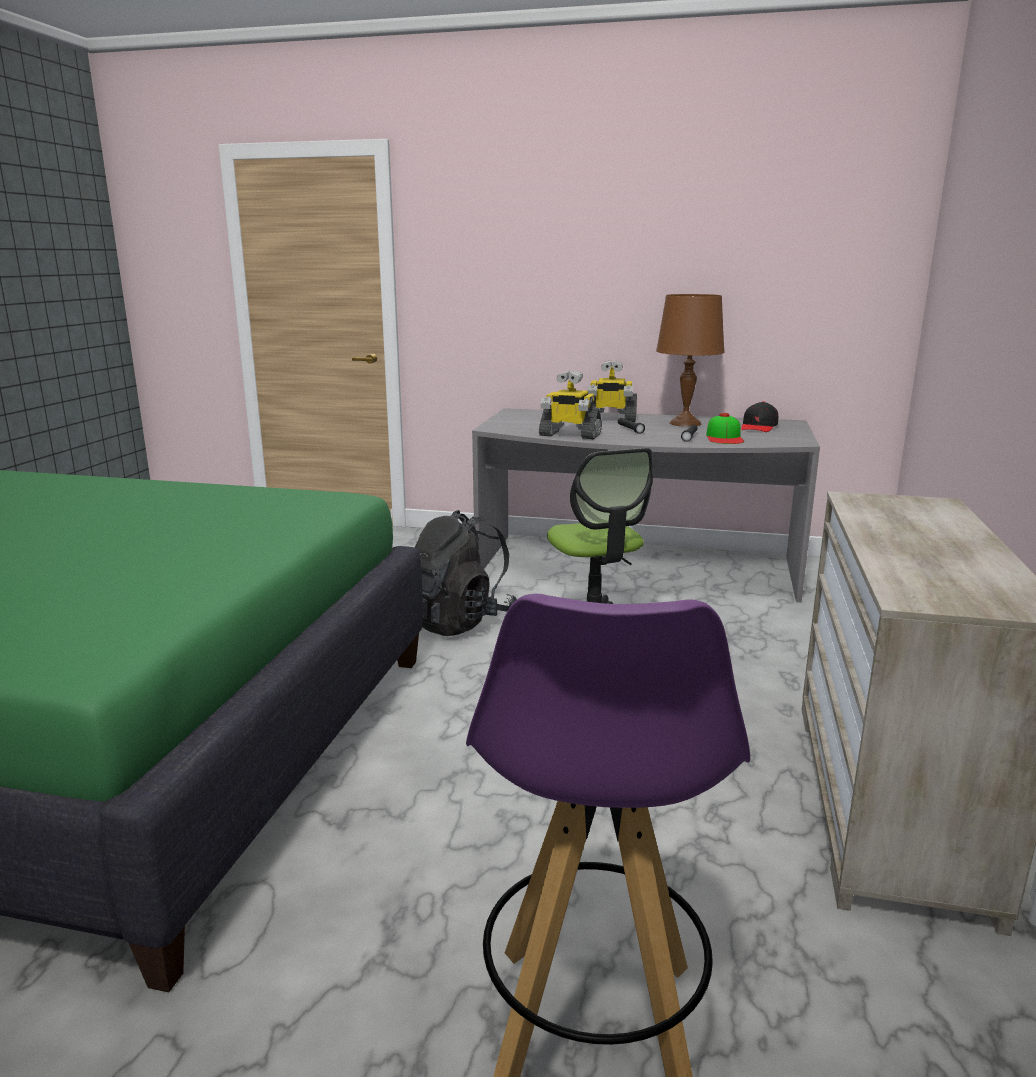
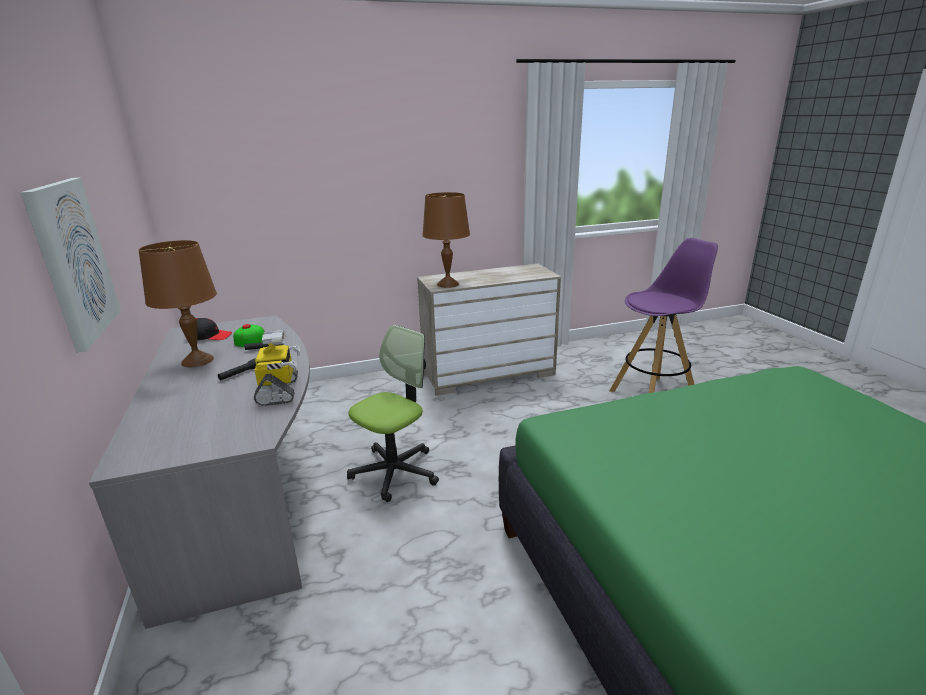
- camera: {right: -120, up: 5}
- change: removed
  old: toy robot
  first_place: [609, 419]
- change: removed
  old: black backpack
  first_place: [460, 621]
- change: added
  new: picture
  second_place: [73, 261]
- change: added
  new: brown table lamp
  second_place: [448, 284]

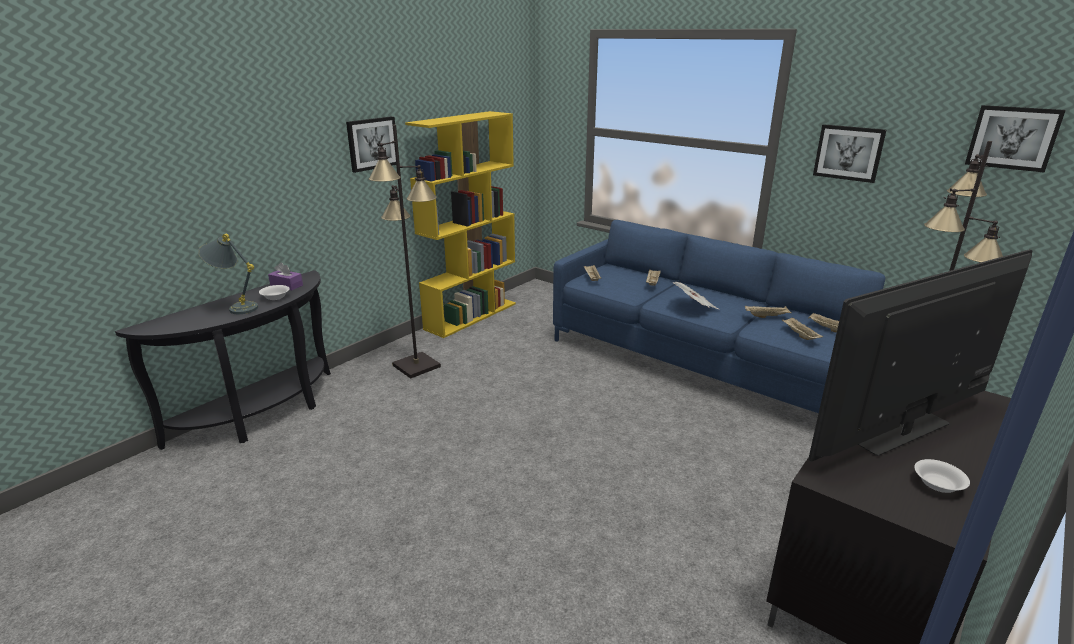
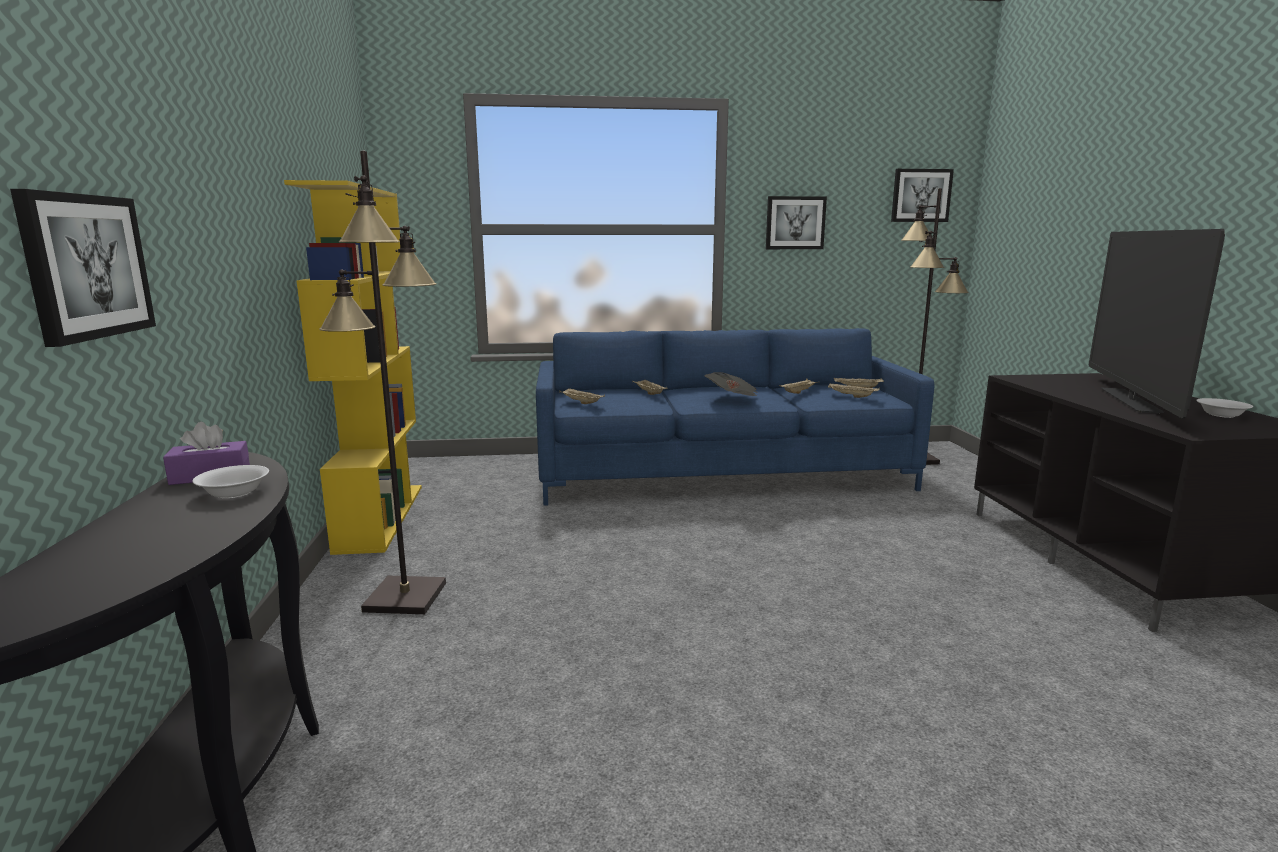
- camera: {right: -45, up: -10}
- change: moved
  old: picture
  first_place: [372, 143]
  second_place: [86, 266]
- change: removed
  old: grey table lamp
  first_place: [235, 307]

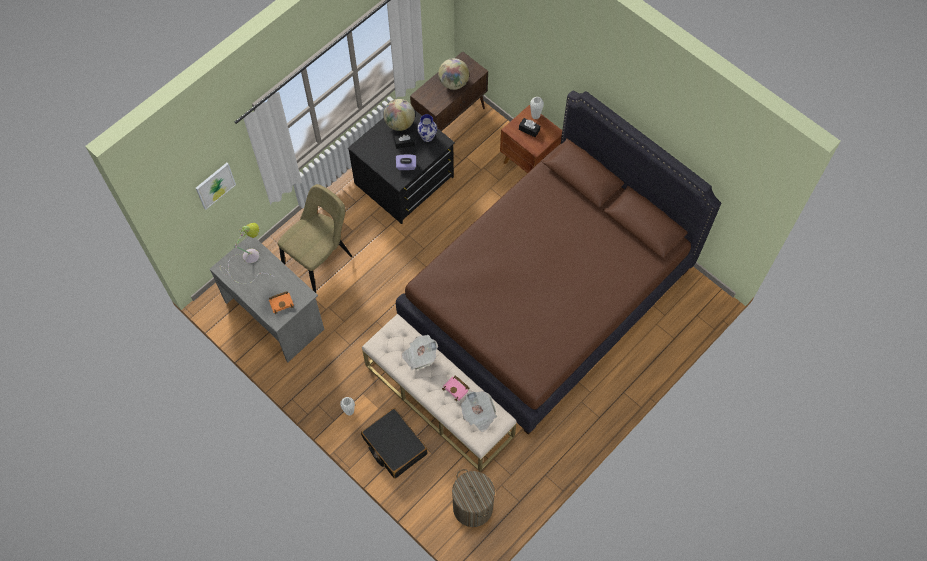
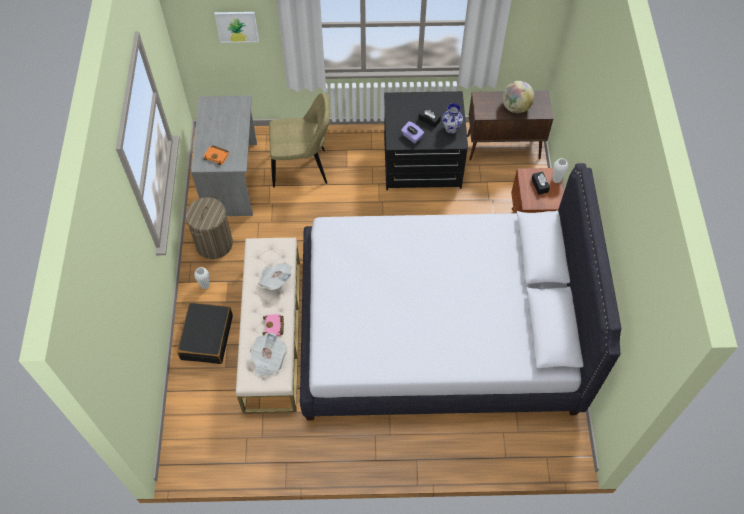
- camera: {right: 45, up: -5}
- change: recoloured
  old: brown bed
  new: white bed
  first_place: [546, 294]
  second_place: [437, 330]
- change: removed
  old: globe
  first_place: [399, 123]
- change: removed
  old: table lamp
  first_place: [247, 261]
- change: moved
  old: laundry basket
  first_place: [472, 507]
  second_place: [214, 243]

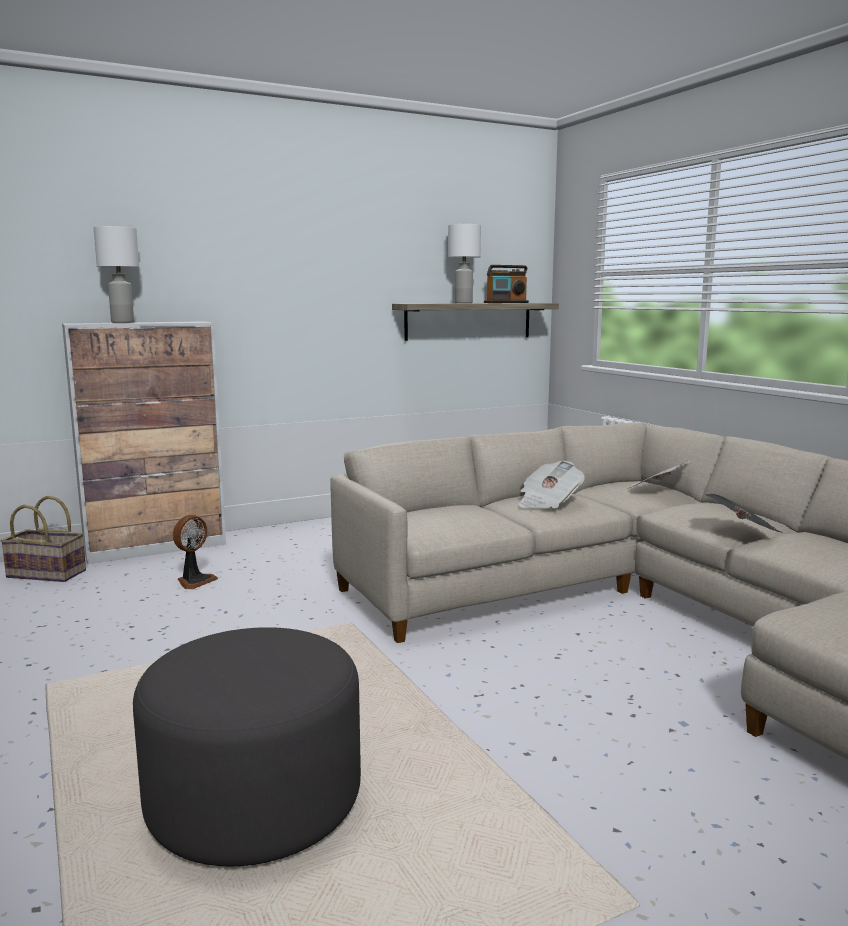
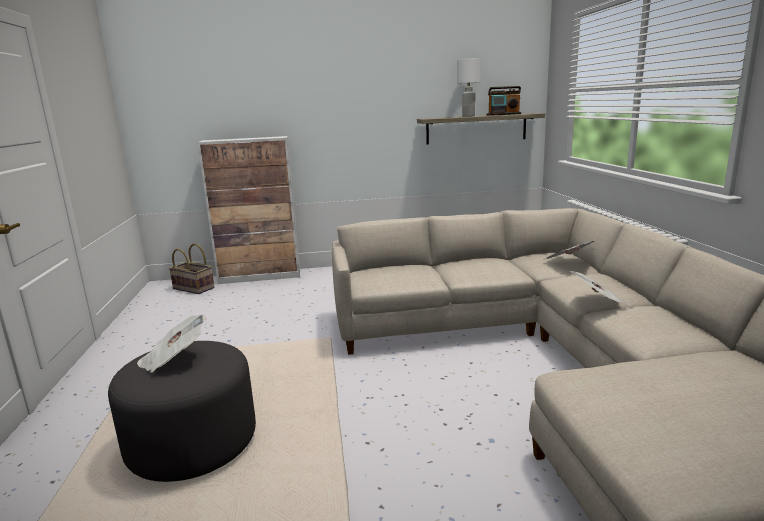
- camera: {right: 20, up: 5}
- change: removed
  old: white table lamp
  first_place: [122, 322]
- change: moved
  old: newspaper
  first_place: [548, 503]
  second_place: [174, 359]
- change: removed
  old: fan
  first_place: [194, 581]

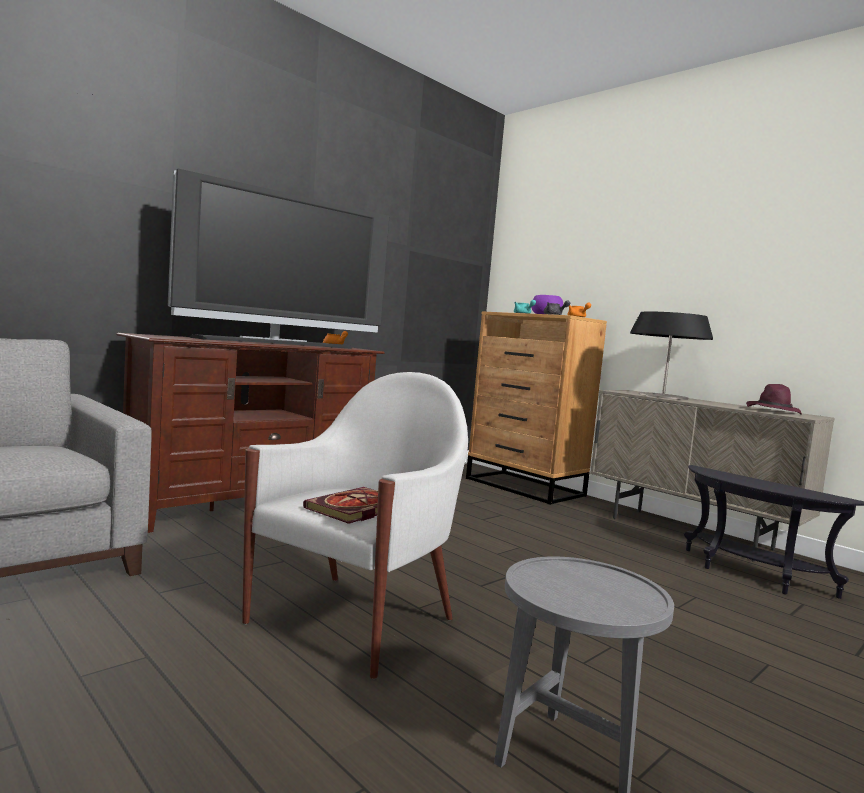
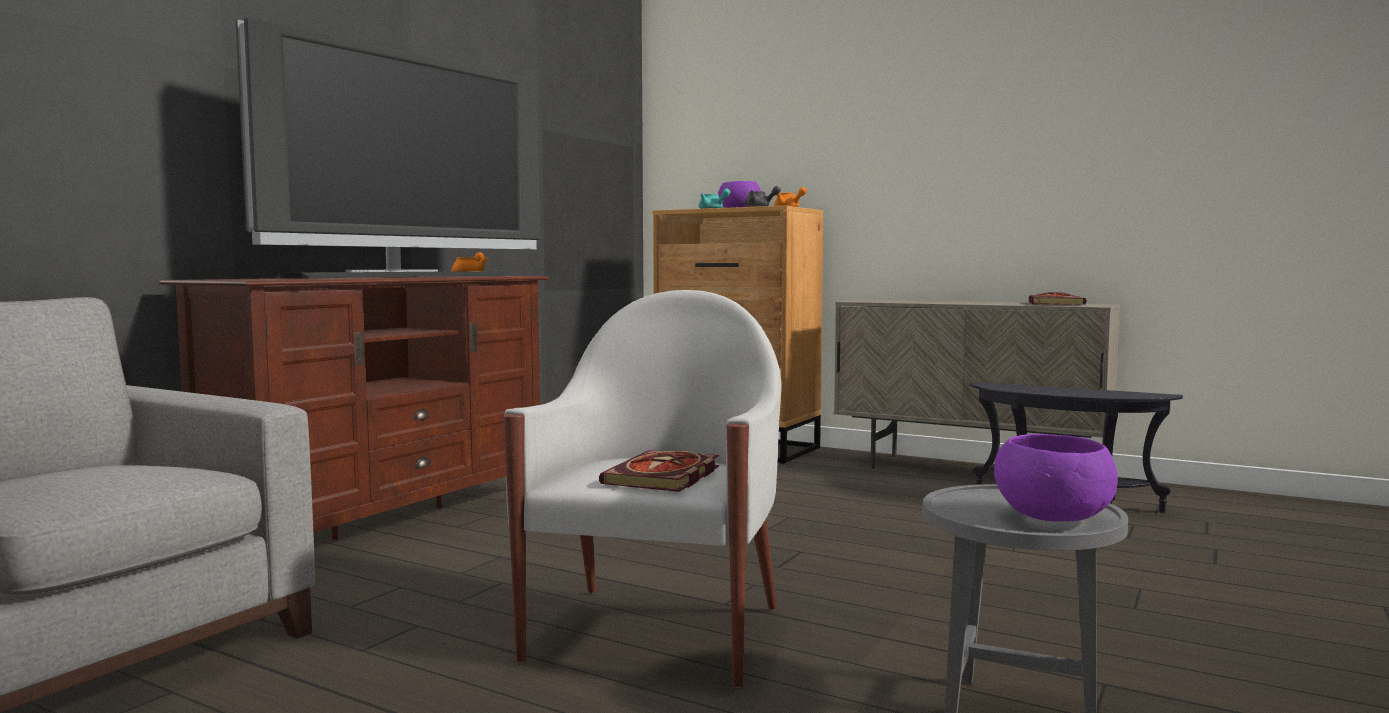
- camera: {right: -15, up: 0}
- change: removed
  old: table lamp
  first_place: [663, 396]
- change: replaced
  old: purple hat
  new: book
  first_place: [773, 411]
  second_place: [1054, 304]
- change: added
  new: purple bowl
  second_place: [1053, 516]

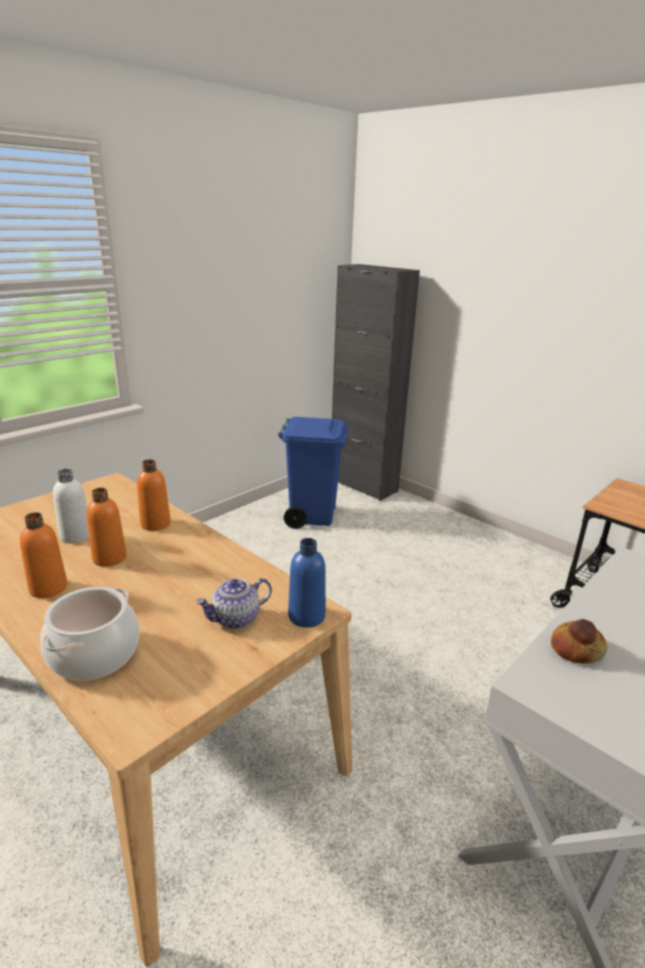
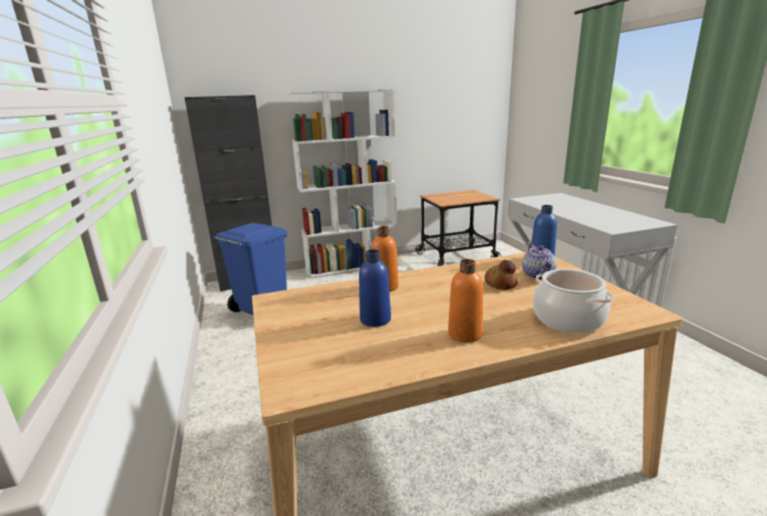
- camera: {right: -60, up: -5}
- change: recoloured
  old: white bottle
  new: blue bottle
  first_place: [76, 536]
  second_place: [375, 319]
- change: removed
  old: orange bottle
  first_place: [109, 558]
- change: moved
  old: bread
  first_place: [576, 650]
  second_place: [501, 283]
- change: added
  new: white bookcase
  second_place: [352, 267]

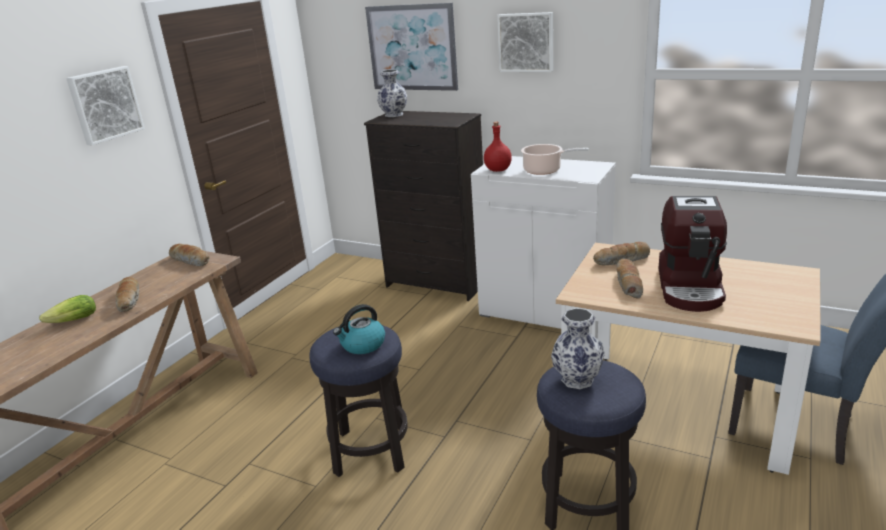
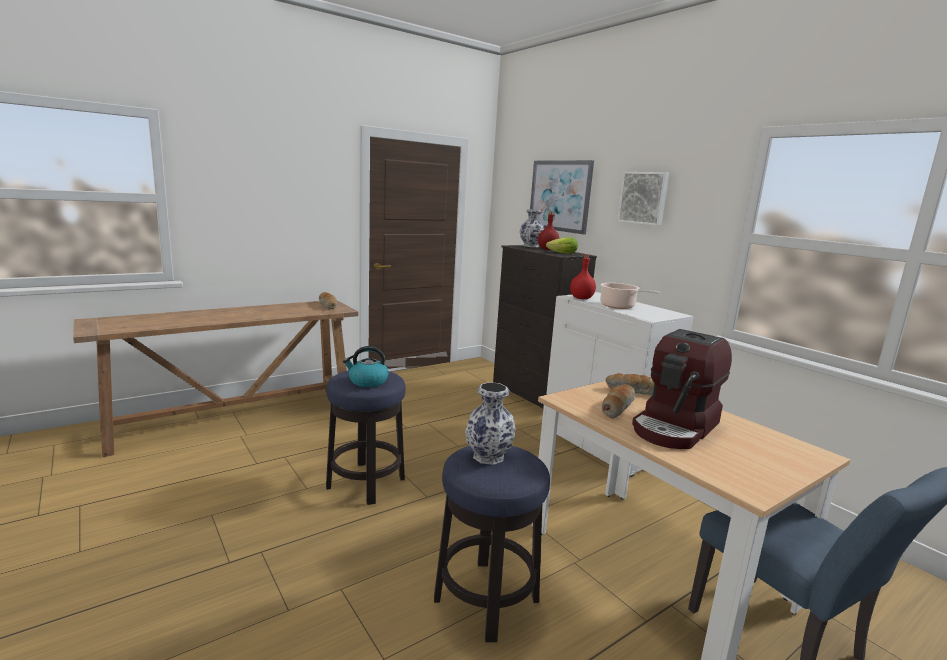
- camera: {right: 25, up: -10}
- change: removed
  old: picture
  first_place: [105, 104]
- change: removed
  old: bread
  first_place: [130, 300]
- change: moved
  old: lettuce
  first_place: [71, 321]
  second_place: [560, 253]
- change: added
  new: red bottle
  second_place: [547, 249]

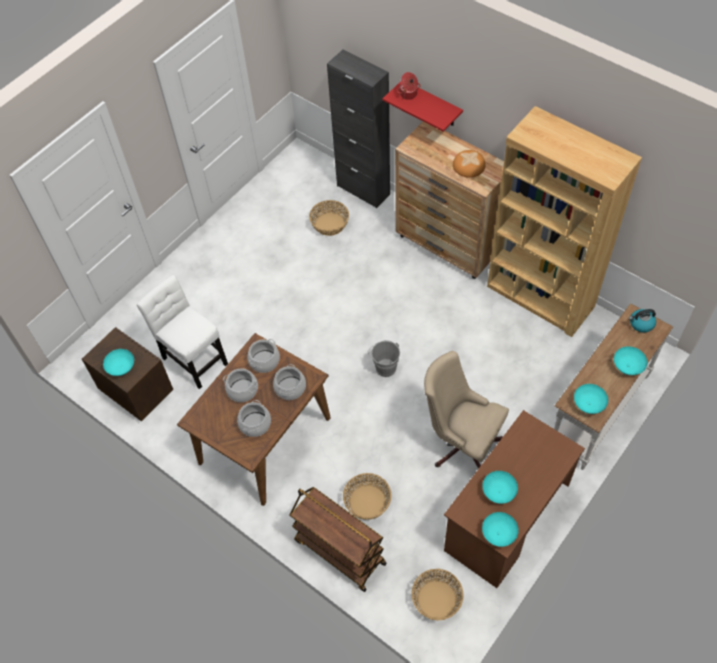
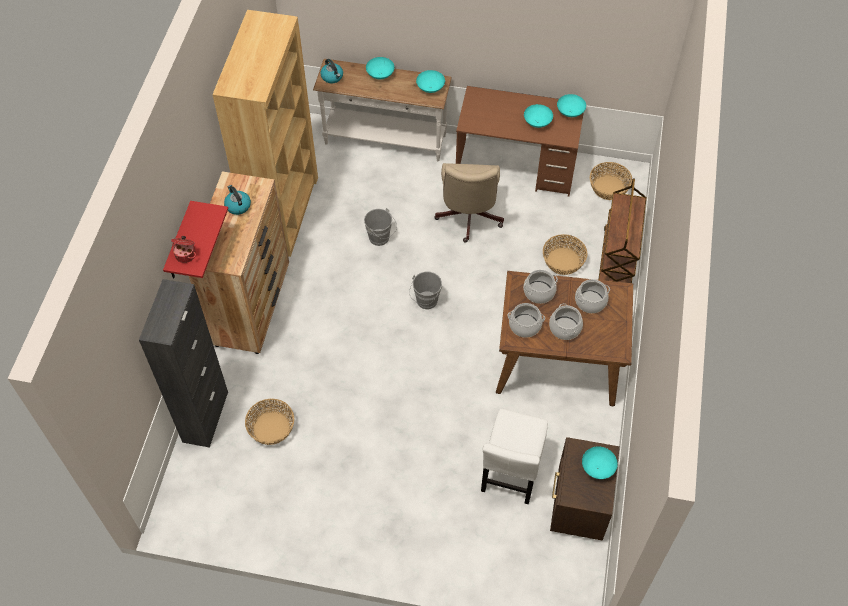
- camera: {right: -120, up: 0}
- change: replaced
  old: bread
  new: kettle
  first_place: [468, 165]
  second_place: [237, 206]
- change: added
  new: grey bucket
  second_place: [381, 239]

